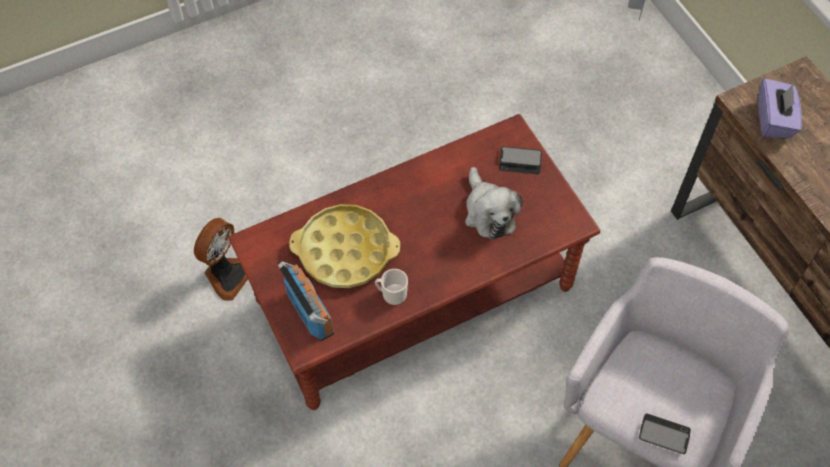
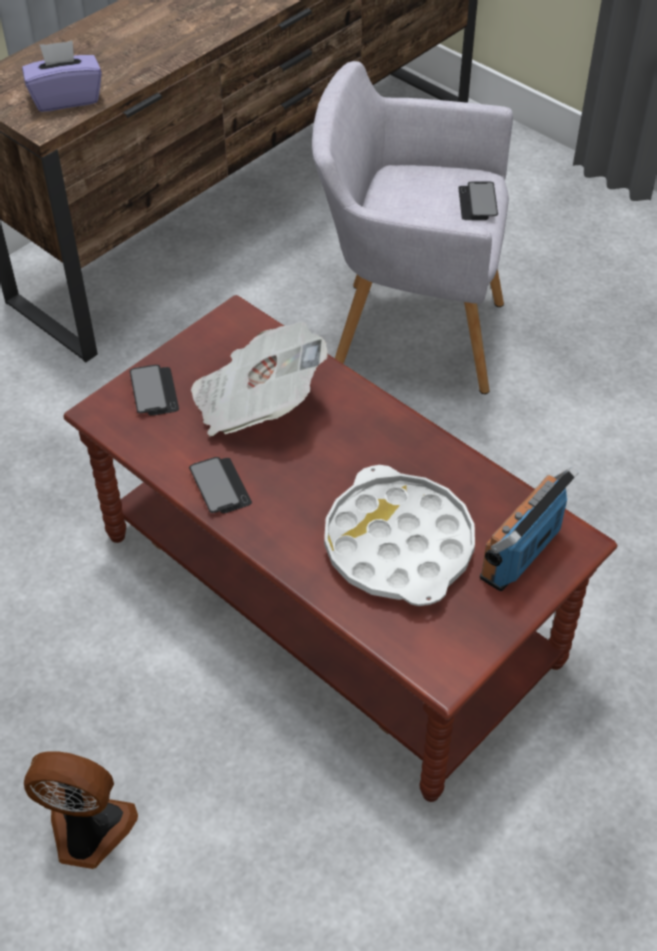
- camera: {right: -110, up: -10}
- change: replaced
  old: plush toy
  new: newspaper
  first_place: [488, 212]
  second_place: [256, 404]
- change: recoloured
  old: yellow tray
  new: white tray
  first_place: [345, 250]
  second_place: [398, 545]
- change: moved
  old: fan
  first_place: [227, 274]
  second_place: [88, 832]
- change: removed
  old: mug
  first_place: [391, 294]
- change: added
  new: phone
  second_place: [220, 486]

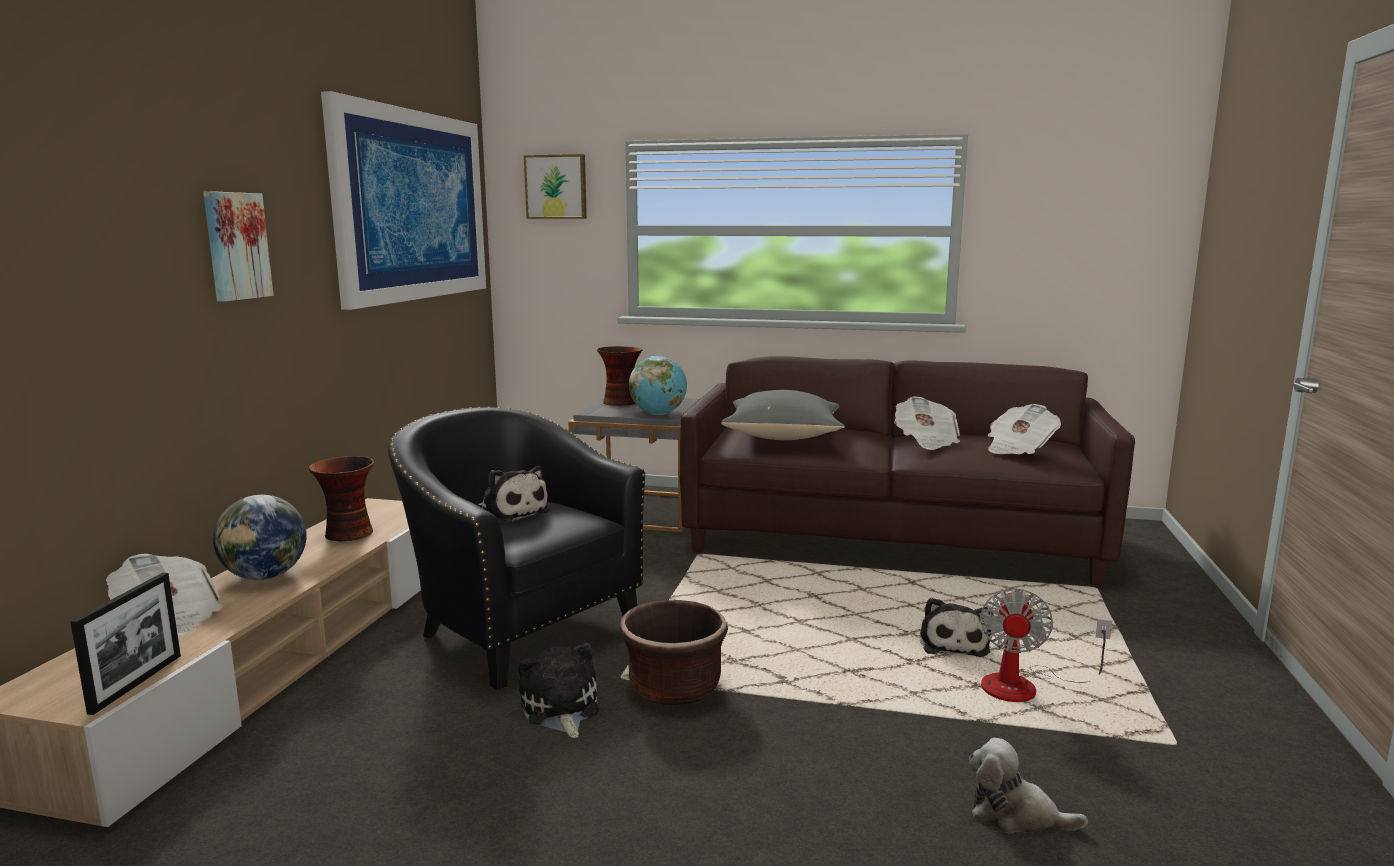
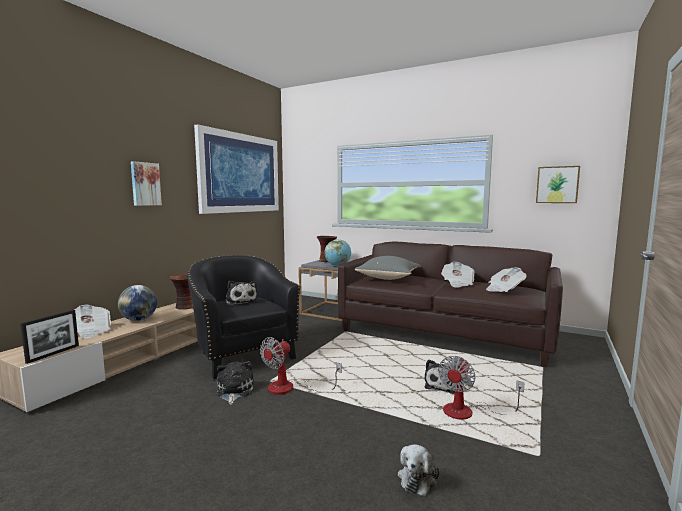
- camera: {right: 15, up: -5}
- change: moved
  old: picture
  first_place: [556, 187]
  second_place: [557, 185]
- change: replaced
  old: brown planter
  new: fan
  first_place: [674, 687]
  second_place: [290, 388]
- change: turned
  old: plush toy
  first_place: [1015, 815]
  second_place: [418, 478]
  degrees: -105

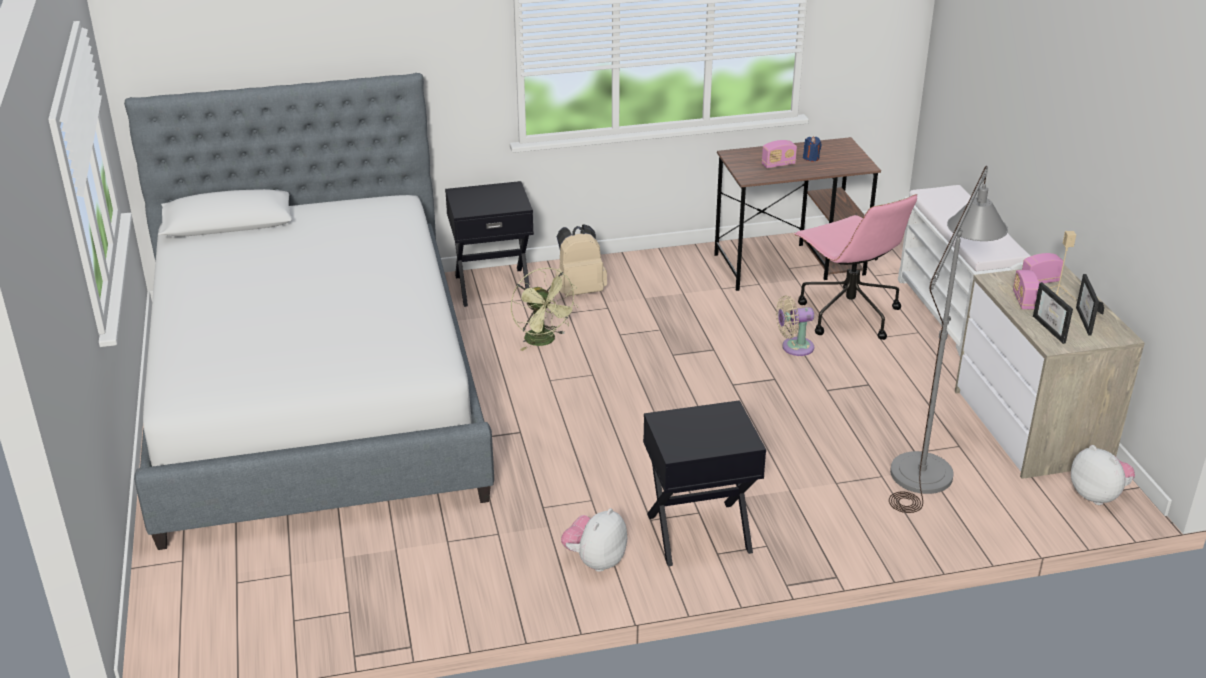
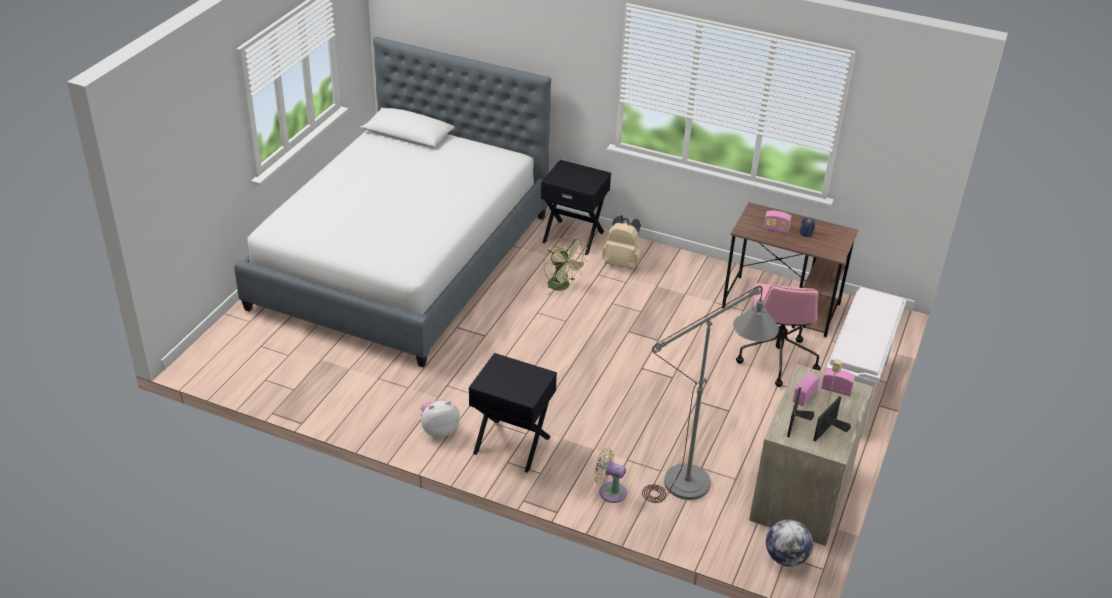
- camera: {right: 35, up: 5}
- change: turned
  old: green fan
  first_place: [544, 341]
  second_place: [562, 286]
  degrees: -45
- change: moved
  old: beige fan
  first_place: [794, 347]
  second_place: [609, 491]
- change: replaced
  old: plush toy
  new: globe
  first_place: [1097, 495]
  second_place: [785, 558]

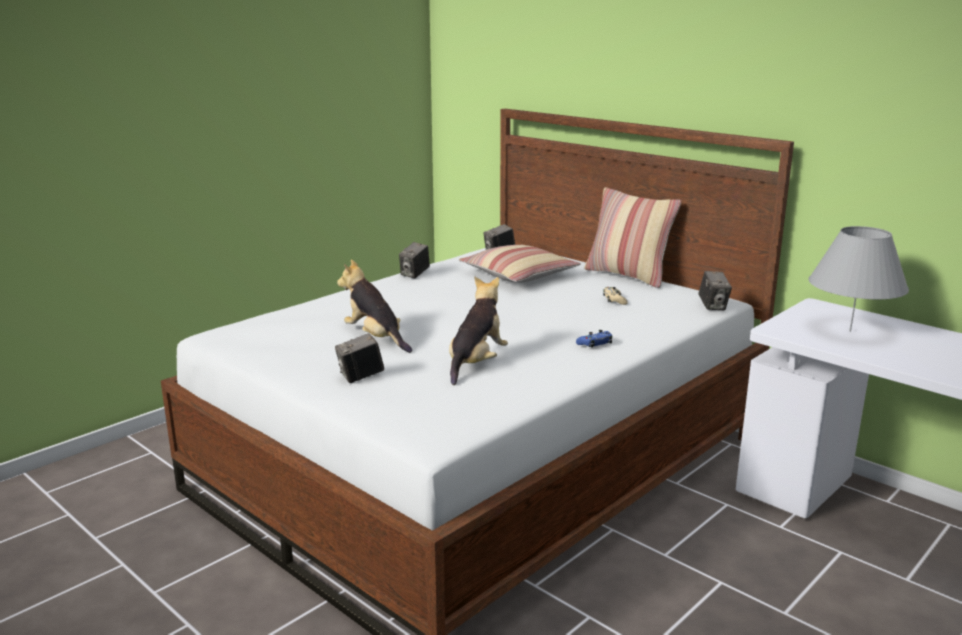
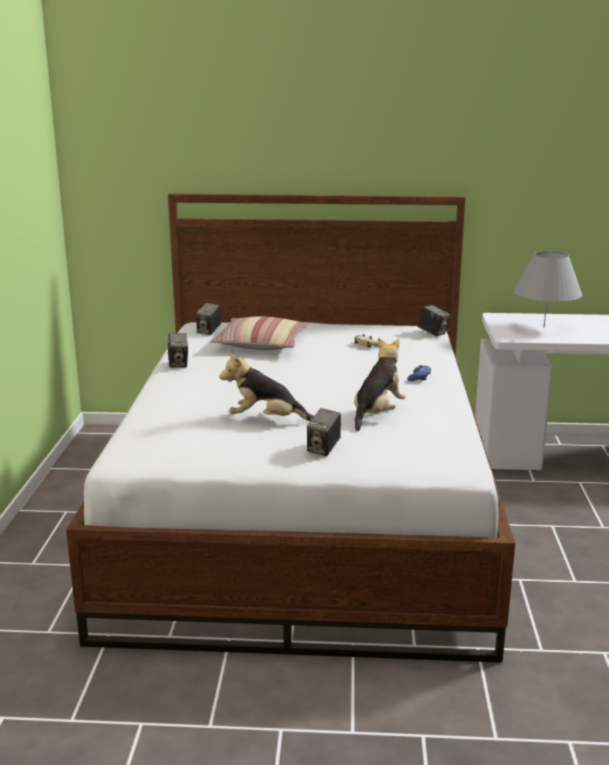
- camera: {right: -40, up: 0}
- change: removed
  old: pillow
  first_place: [628, 275]
- change: turned
  old: plush toy
  first_place: [476, 363]
  second_place: [377, 413]
  degrees: 45

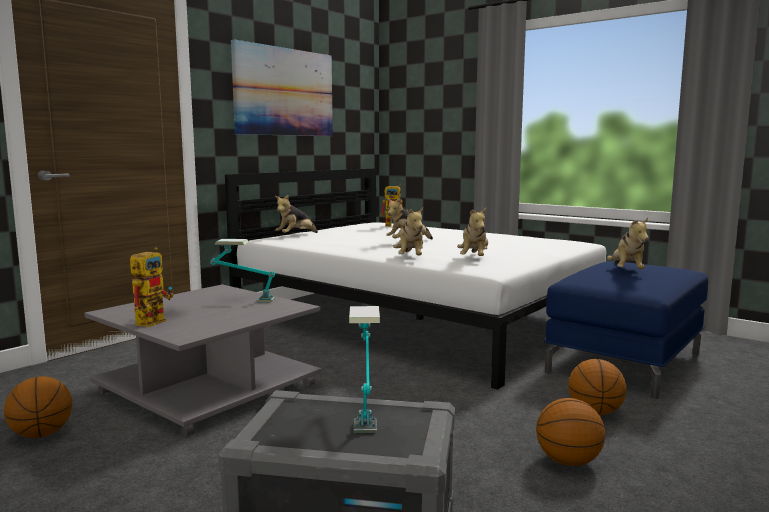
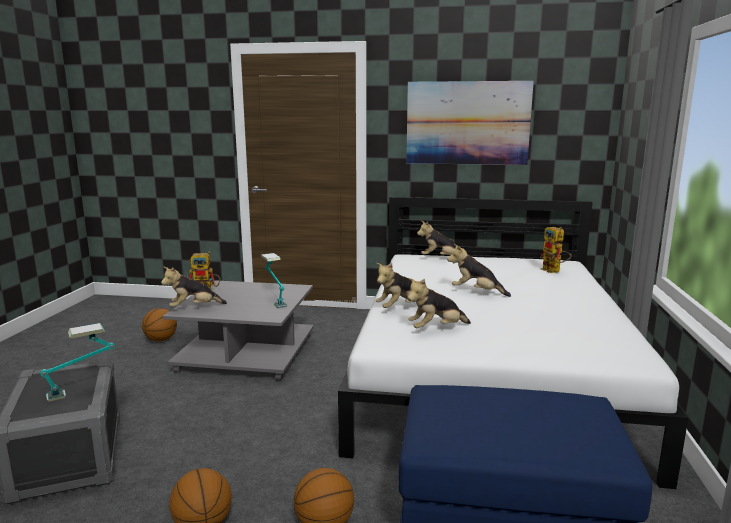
- camera: {right: 60, up: 5}
- change: moved
  old: plush toy
  first_place: [626, 271]
  second_place: [194, 308]

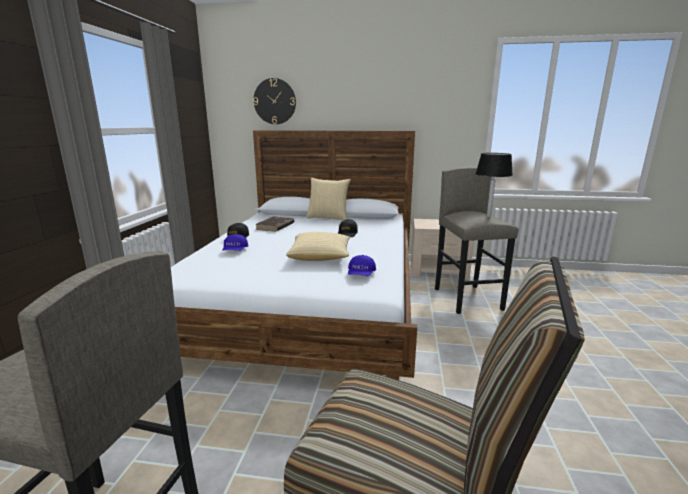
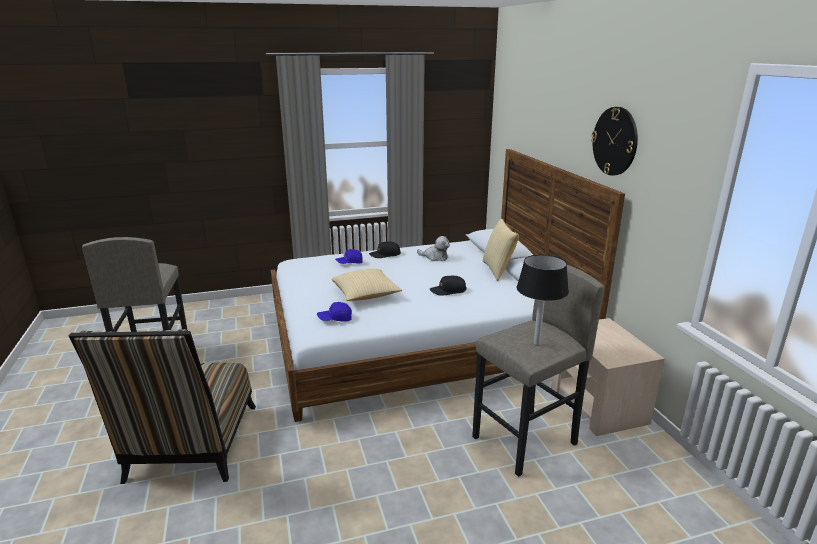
- camera: {right: 65, up: 5}
- change: moved
  old: wall clock
  first_place: [274, 101]
  second_place: [615, 141]
- change: replaced
  old: brown book
  new: plush toy
  first_place: [275, 226]
  second_place: [435, 257]

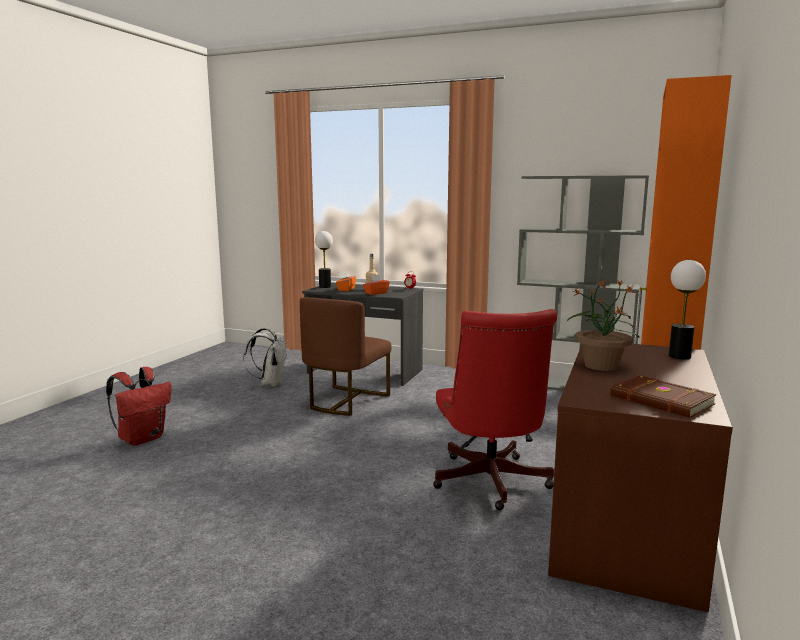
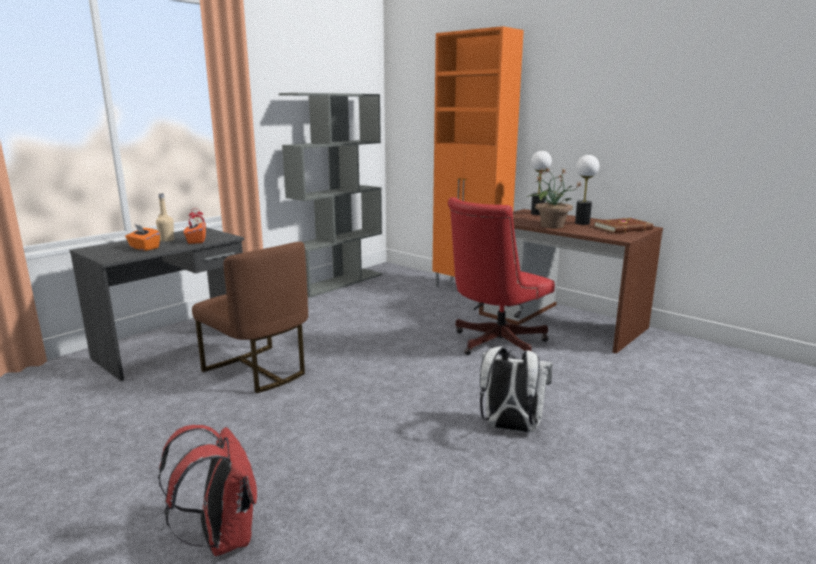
- camera: {right: -70, up: 5}
- change: moved
  old: table lamp
  first_place: [325, 287]
  second_place: [582, 223]
- change: turned
  old: red office chair
  first_place: [490, 484]
  second_place: [494, 344]
  degrees: 120
- change: moved
  old: white backpack
  first_place: [270, 383]
  second_place: [510, 428]

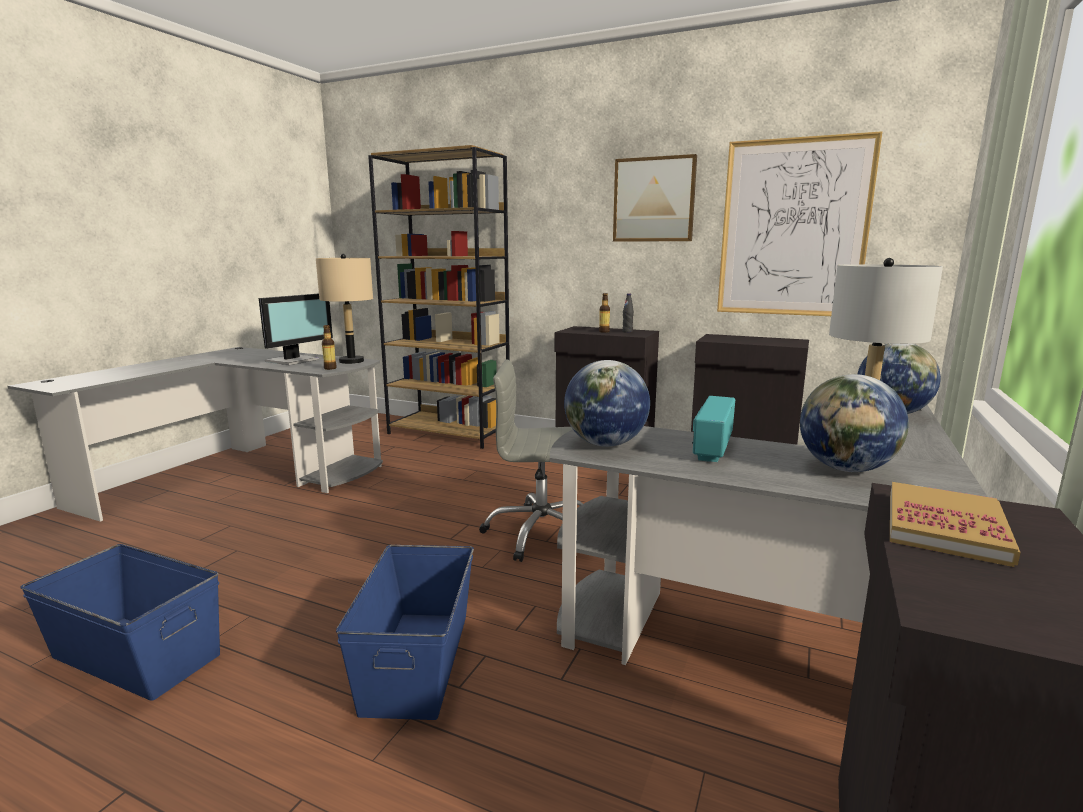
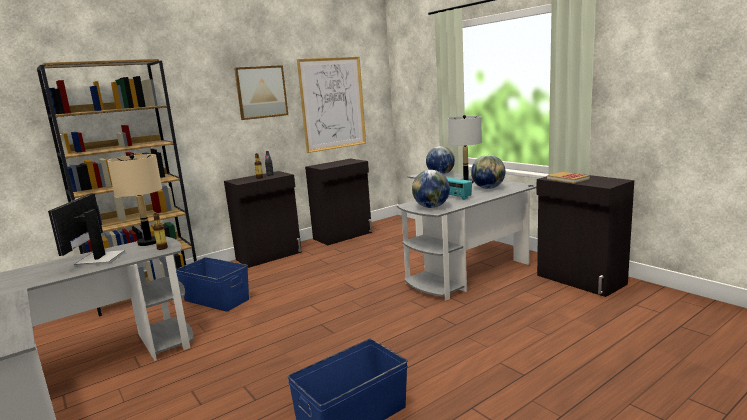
- camera: {right: -60, up: 0}
- change: turned
  old: monitor
  first_place: [294, 360]
  second_place: [98, 259]
  degrees: -150
- change: removed
  old: grey office chair
  first_place: [541, 533]
- change: moved
  old: blue storage box
  first_place: [416, 661]
  second_place: [216, 300]

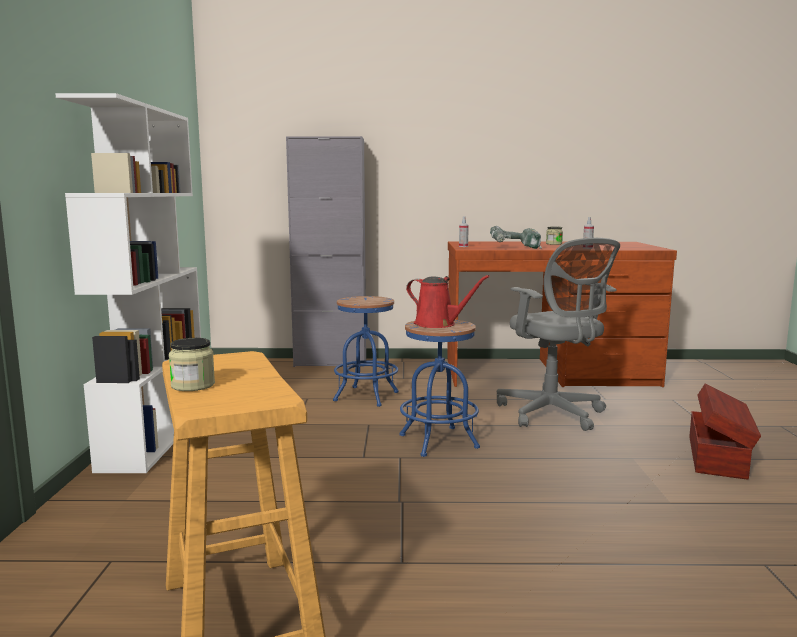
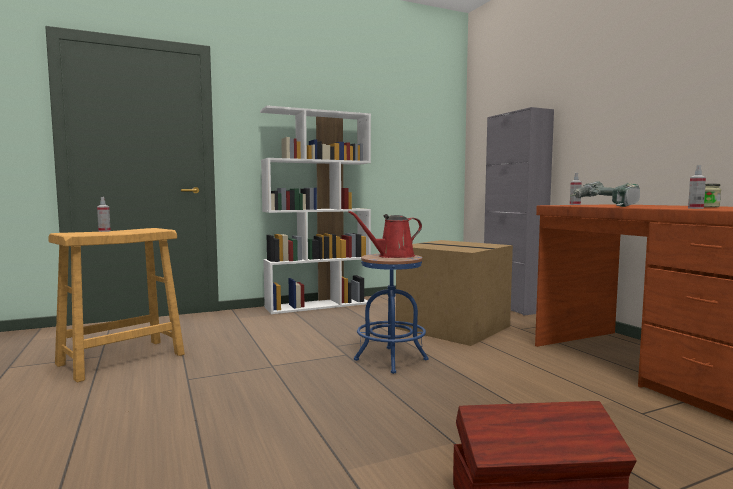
- camera: {right: 65, up: -5}
- change: removed
  old: grey office chair
  first_place: [553, 414]
- change: turned
  old: red watering can
  first_place: [438, 324]
  second_place: [392, 256]
  degrees: 60
- change: replaced
  old: blue stool
  new: cardboard box
  first_place: [366, 396]
  second_place: [455, 327]
- change: replaced
  old: jar
  new: spray bottle
  first_place: [193, 385]
  second_place: [104, 231]

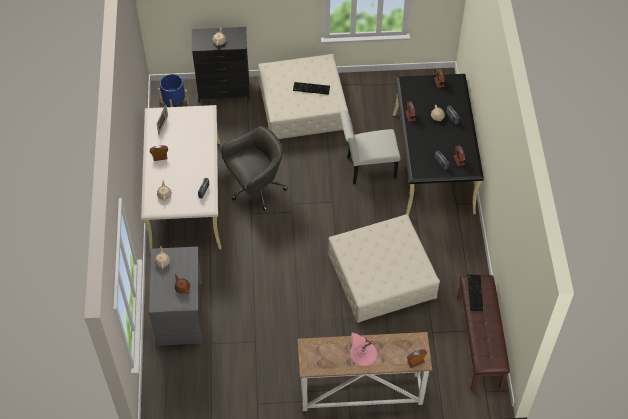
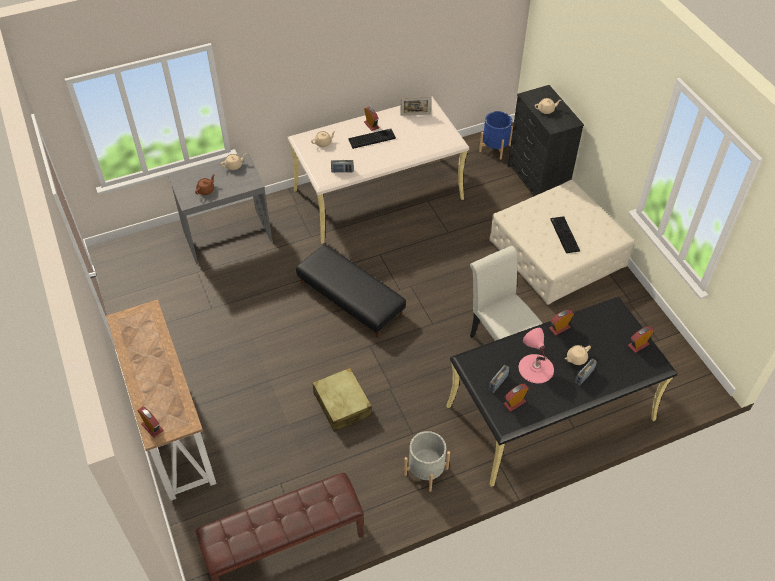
- camera: {right: 70, up: -5}
- change: removed
  old: grey office chair
  first_place: [256, 188]
- change: replaced
  old: beige ottoman
  new: beige suitcase
  first_place: [381, 278]
  second_place: [342, 404]
- change: moved
  old: keyboard
  first_place: [474, 292]
  second_place: [372, 138]
- change: moved
  old: pink table lamp
  first_place: [363, 353]
  second_place: [536, 368]
- change: added
  new: black ottoman
  second_place: [350, 299]
- change: added
  new: grey planter
  second_place: [426, 471]

